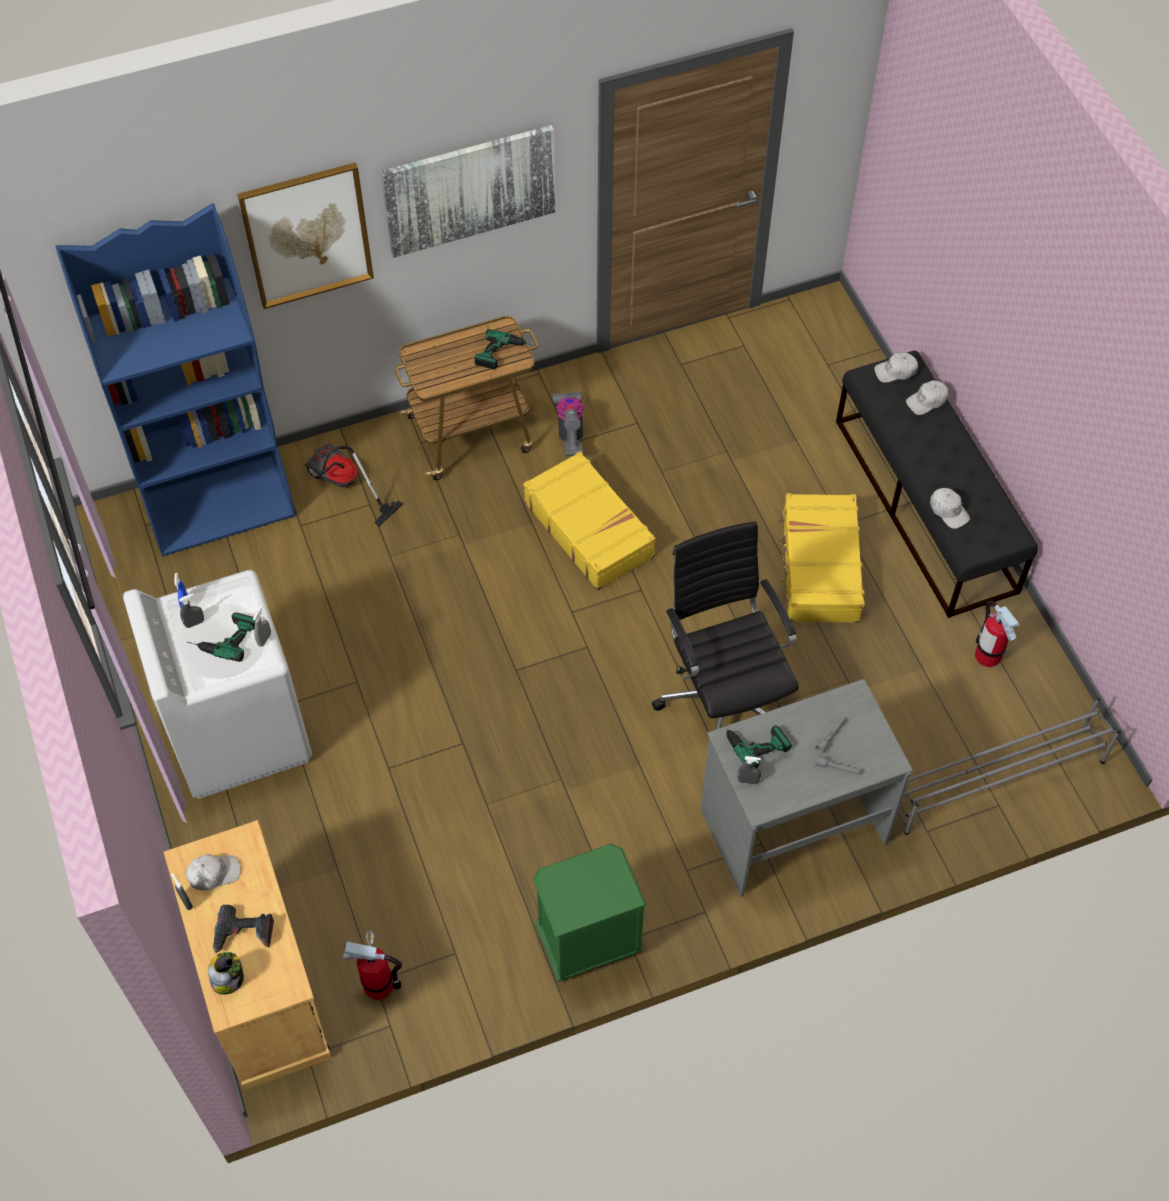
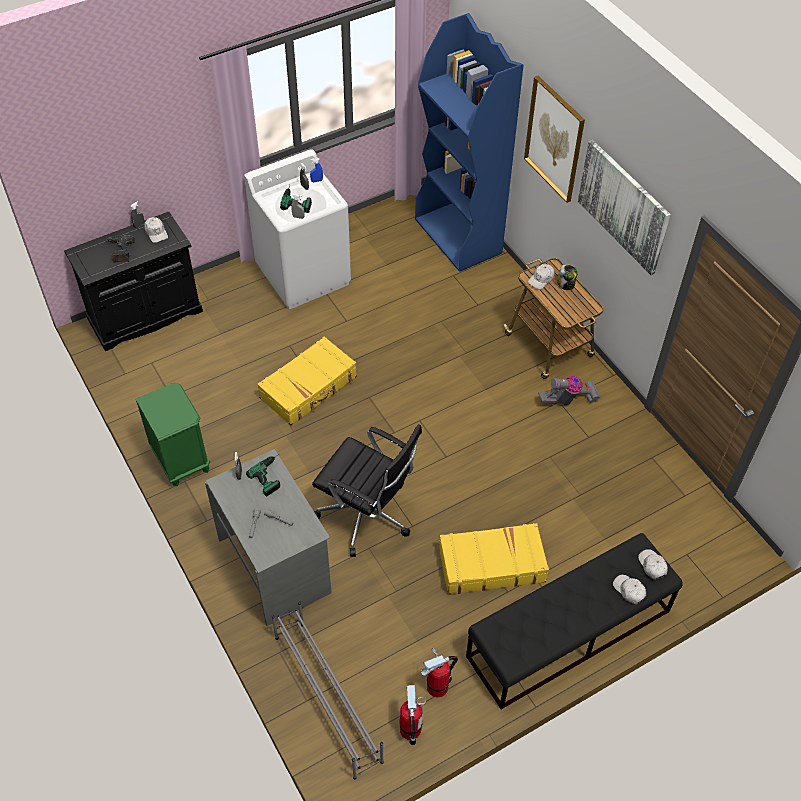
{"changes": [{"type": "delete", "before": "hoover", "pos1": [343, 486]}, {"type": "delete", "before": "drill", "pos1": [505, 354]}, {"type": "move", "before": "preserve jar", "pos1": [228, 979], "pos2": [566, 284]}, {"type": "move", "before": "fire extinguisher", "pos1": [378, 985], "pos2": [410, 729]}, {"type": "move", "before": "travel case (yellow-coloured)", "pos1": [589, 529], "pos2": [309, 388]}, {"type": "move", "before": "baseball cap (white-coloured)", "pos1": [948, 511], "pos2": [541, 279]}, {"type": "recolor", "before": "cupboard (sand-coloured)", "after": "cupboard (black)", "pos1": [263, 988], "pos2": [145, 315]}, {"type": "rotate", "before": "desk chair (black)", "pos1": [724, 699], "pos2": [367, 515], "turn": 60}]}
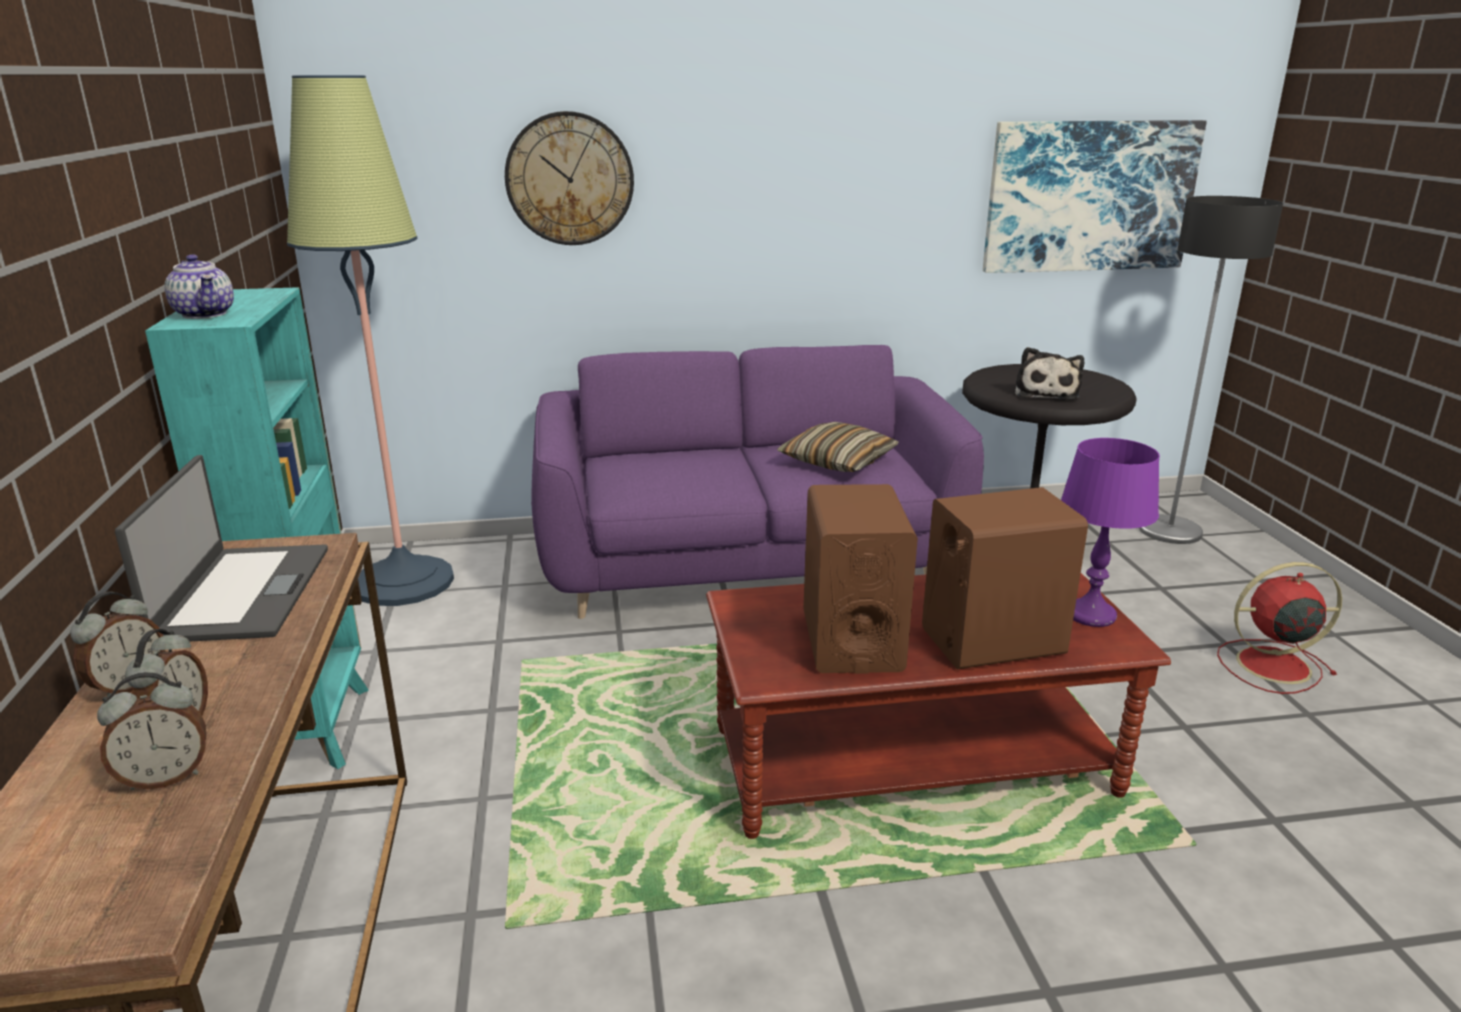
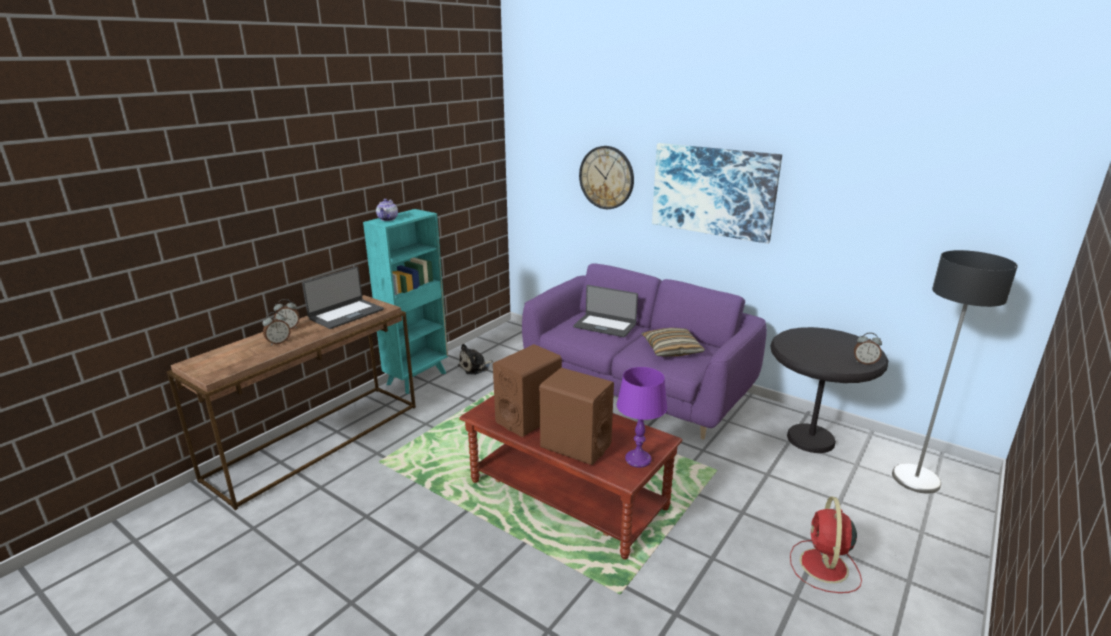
{"changes": [{"type": "delete", "before": "standing lamp", "pos1": [403, 582]}, {"type": "insert", "after": "notebook computer", "pos2": [605, 325]}, {"type": "move", "before": "alarm clock", "pos1": [165, 777], "pos2": [865, 362]}, {"type": "move", "before": "wall art", "pos1": [1090, 196], "pos2": [713, 191]}, {"type": "move", "before": "soft toy", "pos1": [1046, 393], "pos2": [475, 367]}, {"type": "rotate", "before": "fan (red-coloured)", "pos1": [1270, 665], "pos2": [824, 567], "turn": -120}]}
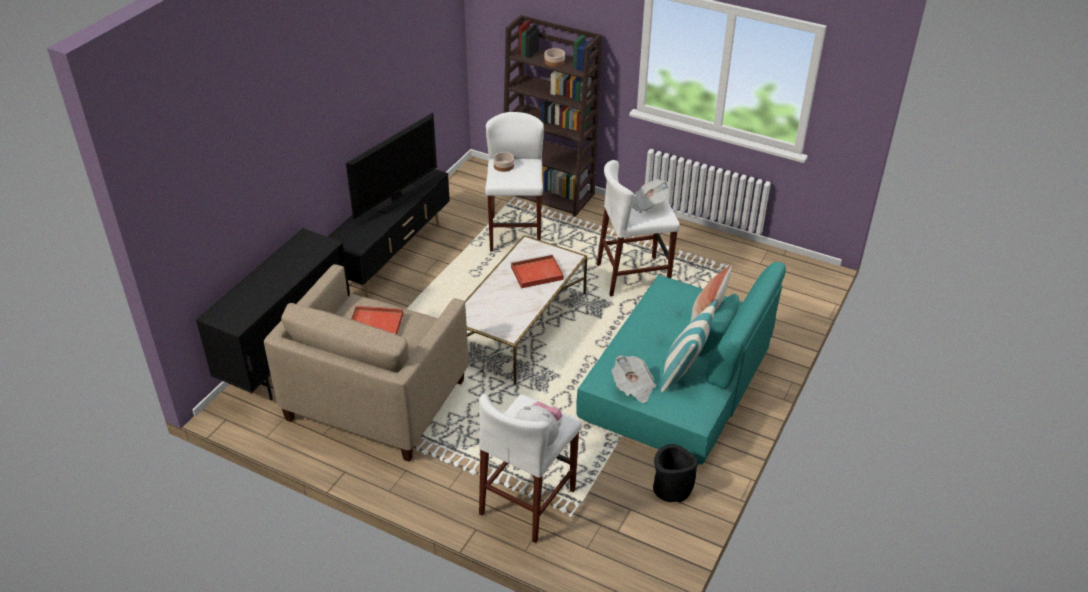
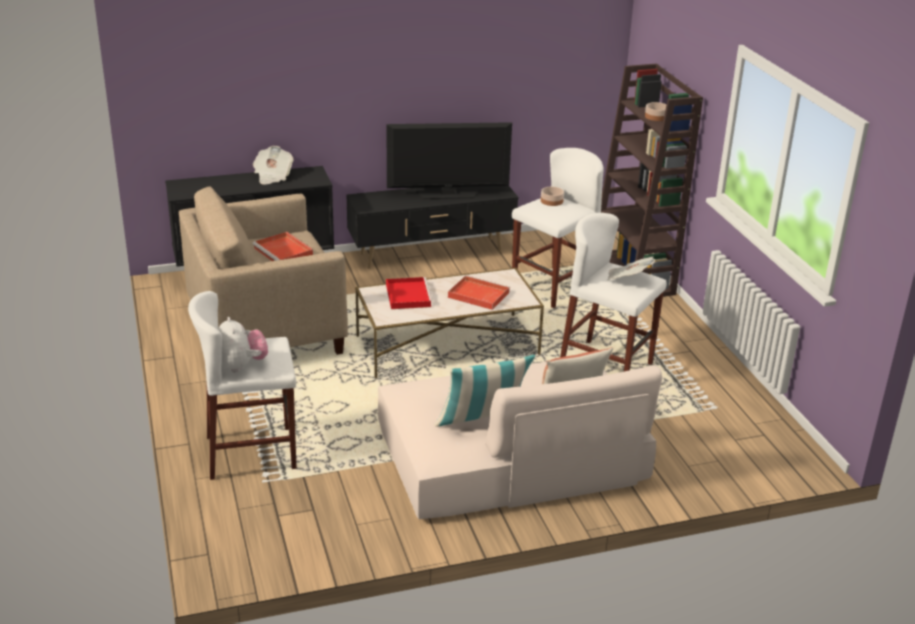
{"changes": [{"type": "delete", "before": "planter (black)", "pos1": [672, 488]}, {"type": "insert", "after": "serving tray (red-coloured)", "pos2": [407, 295]}, {"type": "move", "before": "daily paper", "pos1": [633, 387], "pos2": [272, 176]}, {"type": "recolor", "before": "settee (turquoise-coloured)", "after": "settee (sand-coloured)", "pos1": [677, 381], "pos2": [510, 456]}]}
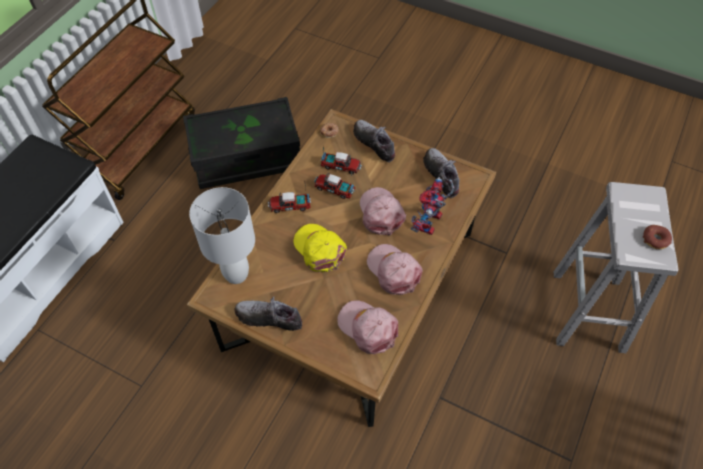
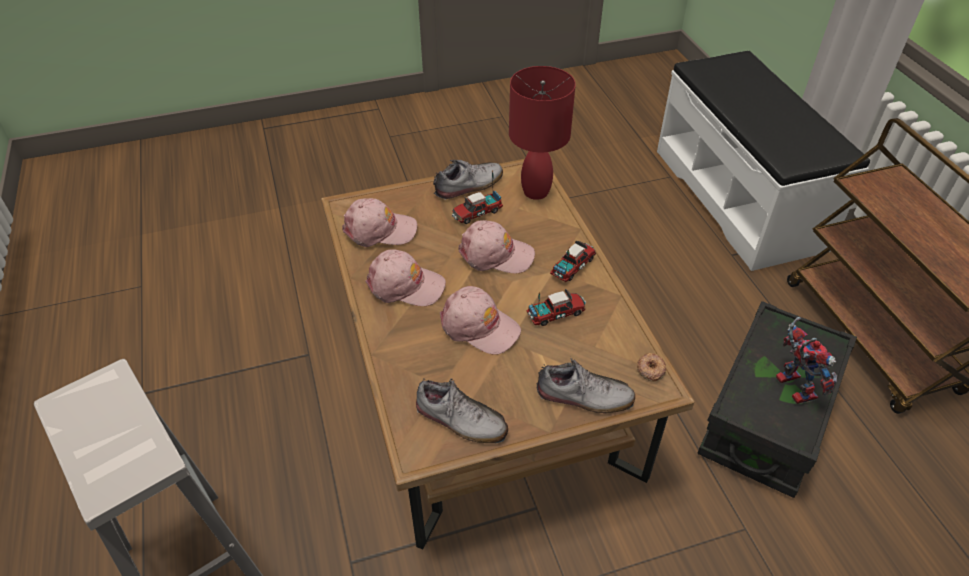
{"changes": [{"type": "delete", "before": "donut", "pos1": [655, 239]}, {"type": "move", "before": "model truck", "pos1": [341, 166], "pos2": [476, 213]}, {"type": "move", "before": "robot figure", "pos1": [430, 225], "pos2": [790, 385]}, {"type": "recolor", "before": "lamp for a table (white-coloured)", "after": "lamp for a table (red-coloured)", "pos1": [237, 274], "pos2": [535, 192]}, {"type": "recolor", "before": "baseball cap (yellow-coloured)", "after": "baseball cap (pink-coloured)", "pos1": [319, 249], "pos2": [495, 254]}]}
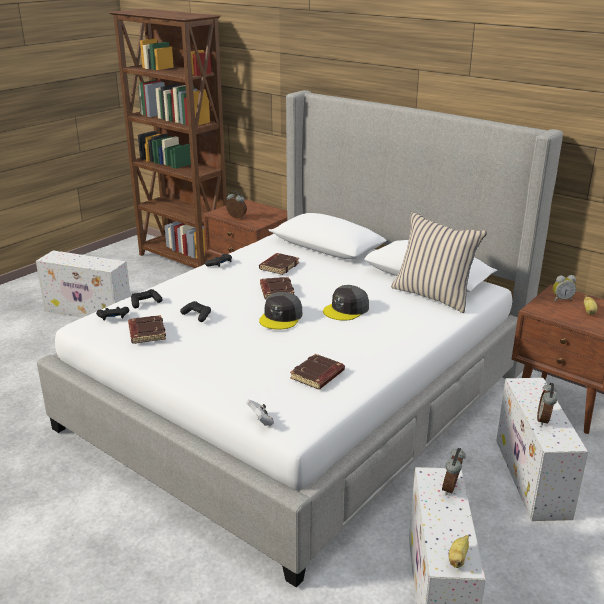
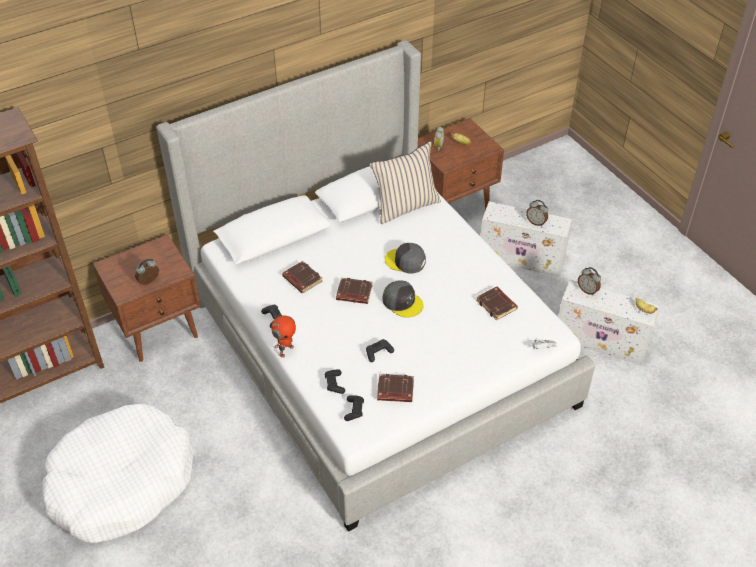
{"changes": [{"type": "insert", "after": "robot figure", "pos2": [285, 350]}, {"type": "replace", "before": "storage container (white-coloured)", "after": "pet bed (white-coloured)", "pos1": [89, 311], "pos2": [121, 483]}, {"type": "rotate", "before": "baseball cap (greyish)", "pos1": [346, 309], "pos2": [405, 261], "turn": 135}]}
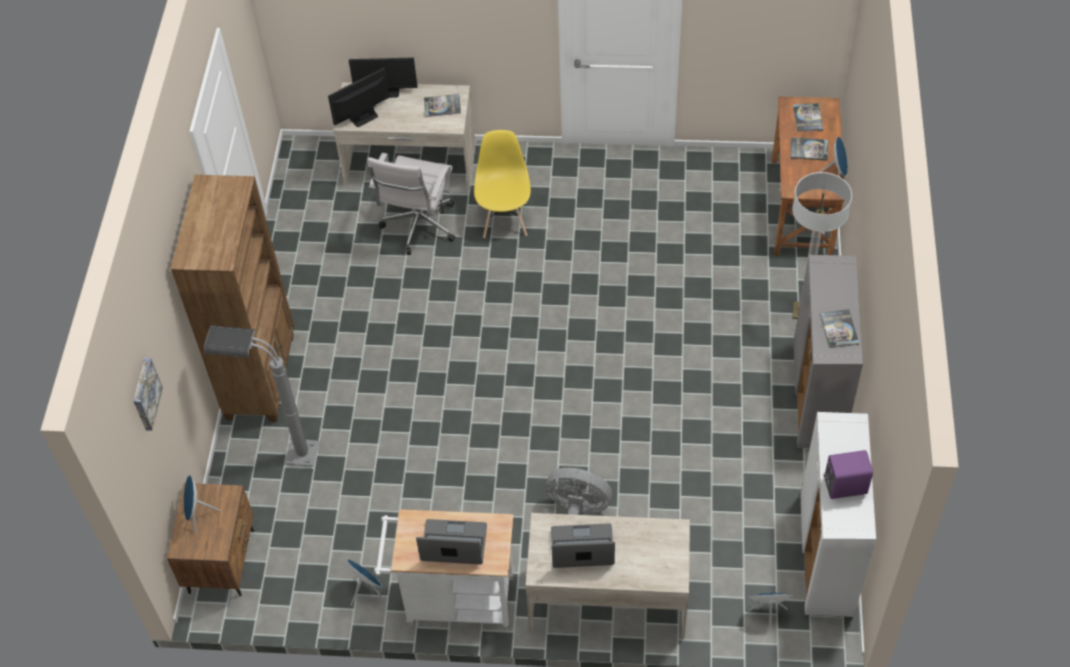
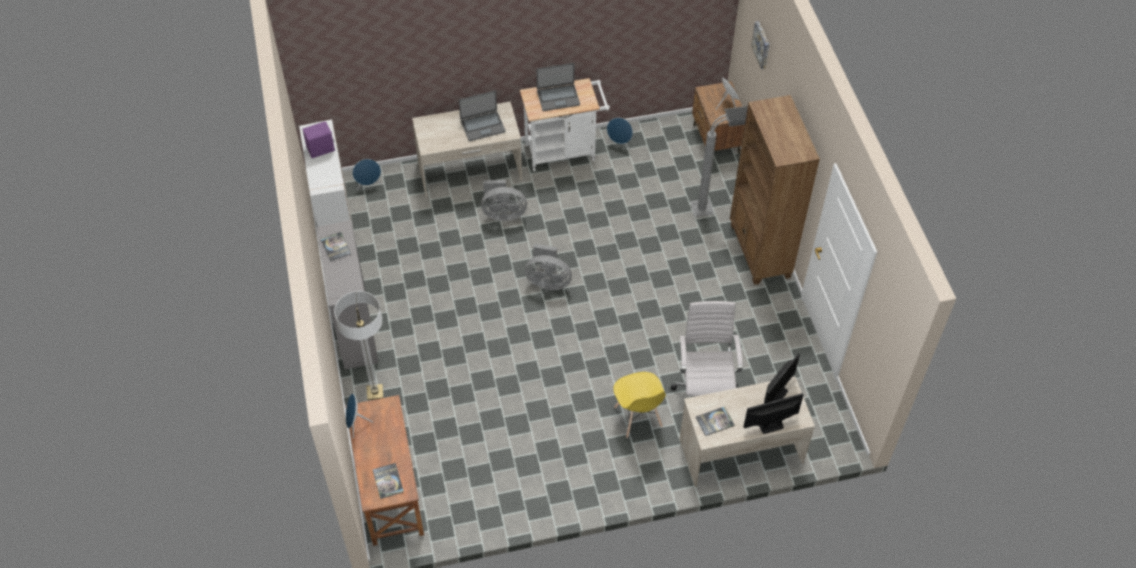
{"changes": [{"type": "delete", "before": "volume", "pos1": [809, 149]}, {"type": "insert", "after": "fan (greyish)", "pos2": [548, 281]}]}
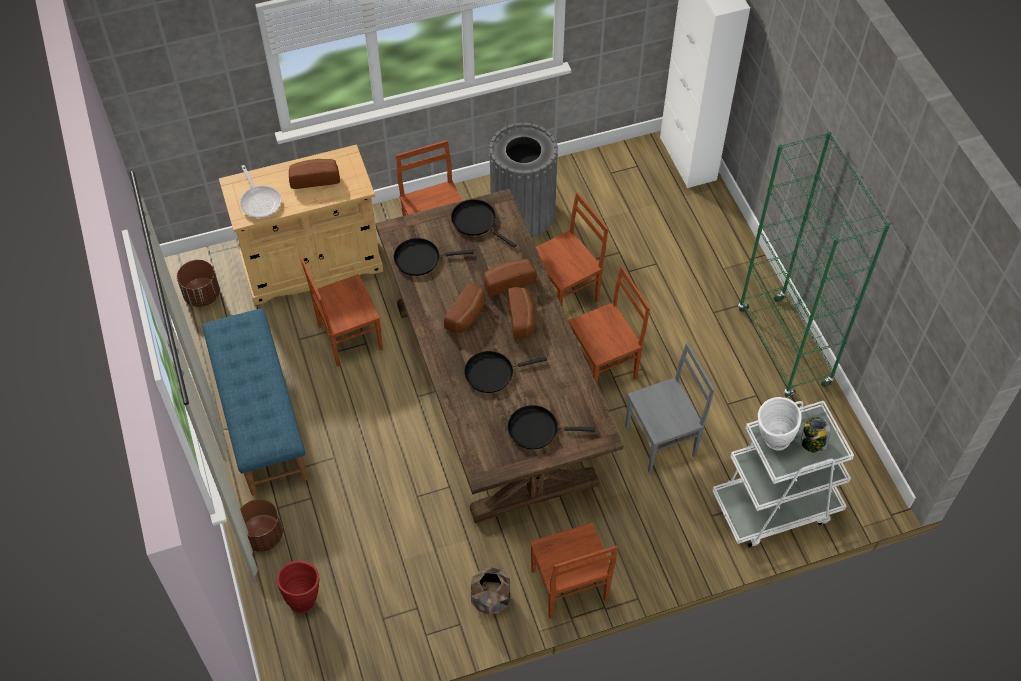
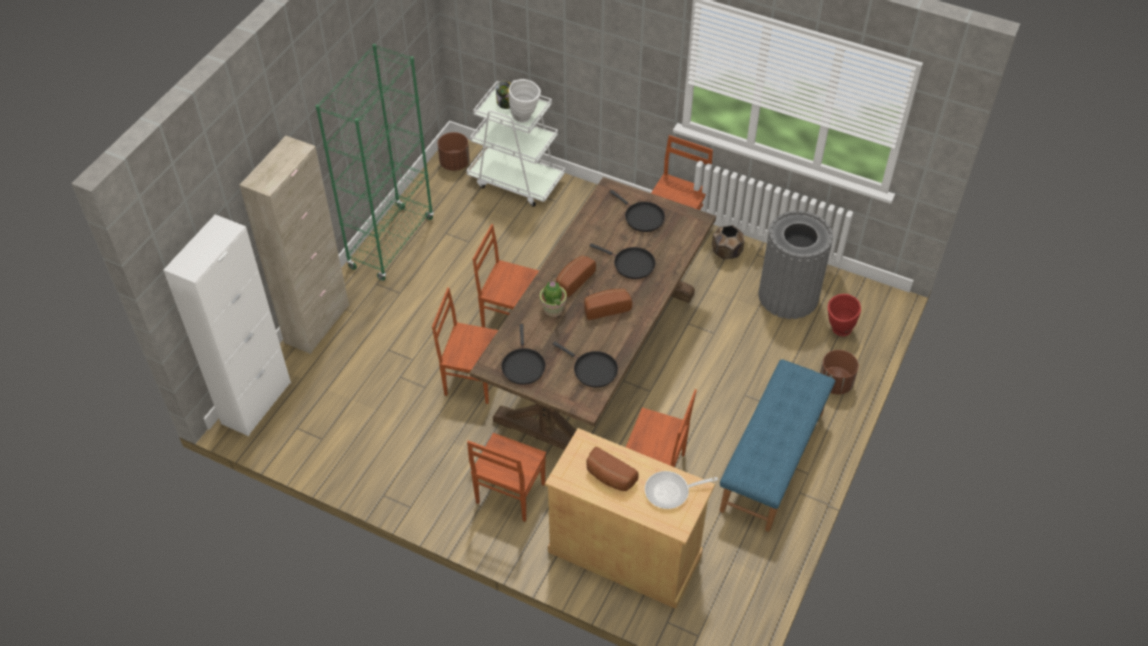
{"changes": [{"type": "delete", "before": "upright chair (greyish)", "pos1": [661, 441]}, {"type": "insert", "after": "cupboard (sand-coloured)", "pos2": [317, 324]}, {"type": "move", "before": "planter (brown-coloured)", "pos1": [202, 295], "pos2": [454, 163]}, {"type": "move", "before": "waste bin (greyish)", "pos1": [522, 214], "pos2": [788, 296]}, {"type": "replace", "before": "bakery bread", "after": "potted plant", "pos1": [508, 281], "pos2": [553, 309]}, {"type": "rotate", "before": "frying pan", "pos1": [260, 201], "pos2": [671, 492], "turn": -120}]}
